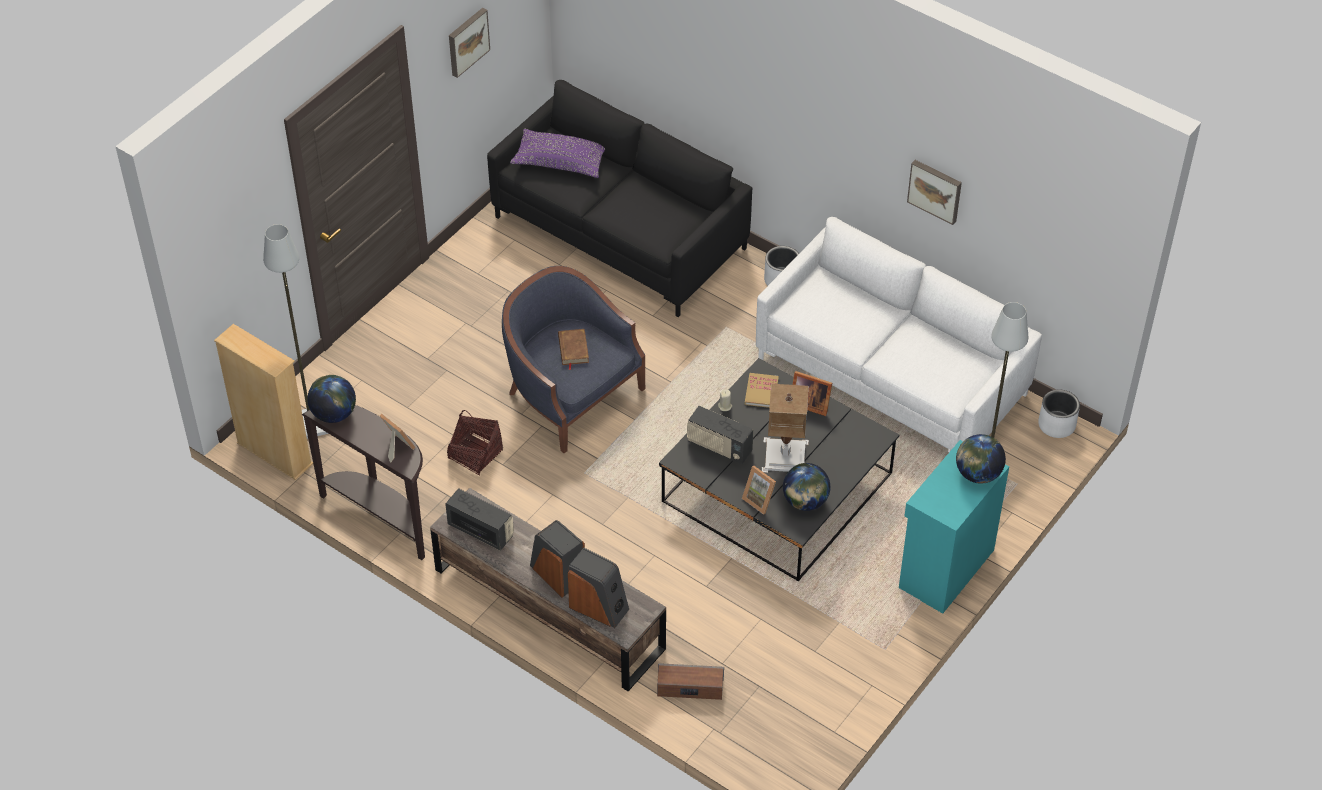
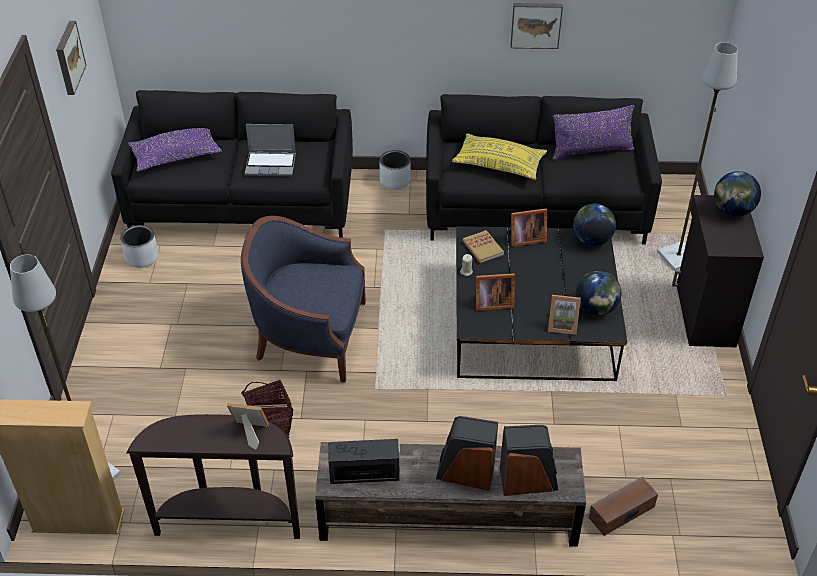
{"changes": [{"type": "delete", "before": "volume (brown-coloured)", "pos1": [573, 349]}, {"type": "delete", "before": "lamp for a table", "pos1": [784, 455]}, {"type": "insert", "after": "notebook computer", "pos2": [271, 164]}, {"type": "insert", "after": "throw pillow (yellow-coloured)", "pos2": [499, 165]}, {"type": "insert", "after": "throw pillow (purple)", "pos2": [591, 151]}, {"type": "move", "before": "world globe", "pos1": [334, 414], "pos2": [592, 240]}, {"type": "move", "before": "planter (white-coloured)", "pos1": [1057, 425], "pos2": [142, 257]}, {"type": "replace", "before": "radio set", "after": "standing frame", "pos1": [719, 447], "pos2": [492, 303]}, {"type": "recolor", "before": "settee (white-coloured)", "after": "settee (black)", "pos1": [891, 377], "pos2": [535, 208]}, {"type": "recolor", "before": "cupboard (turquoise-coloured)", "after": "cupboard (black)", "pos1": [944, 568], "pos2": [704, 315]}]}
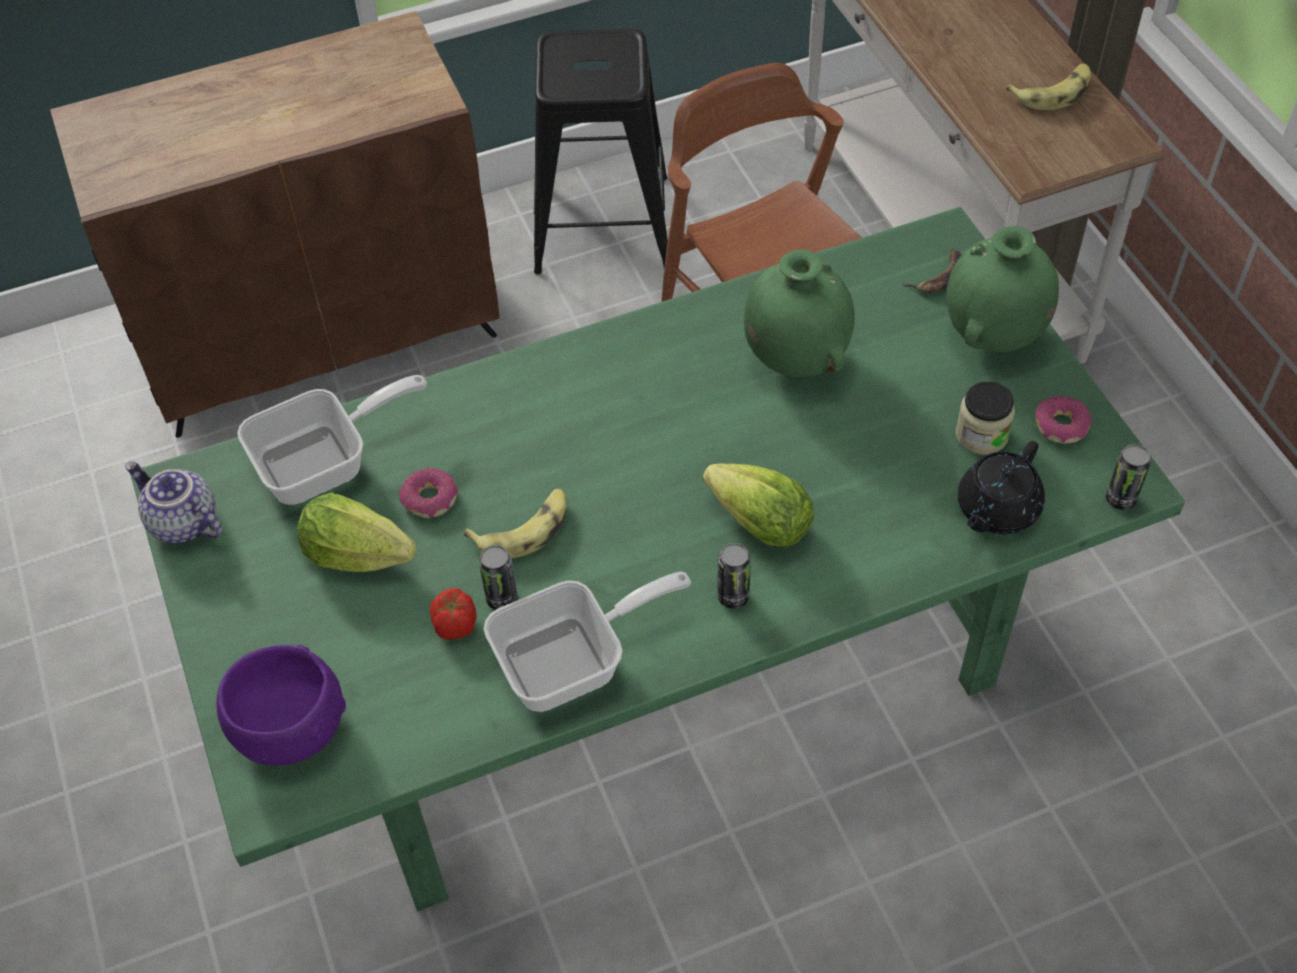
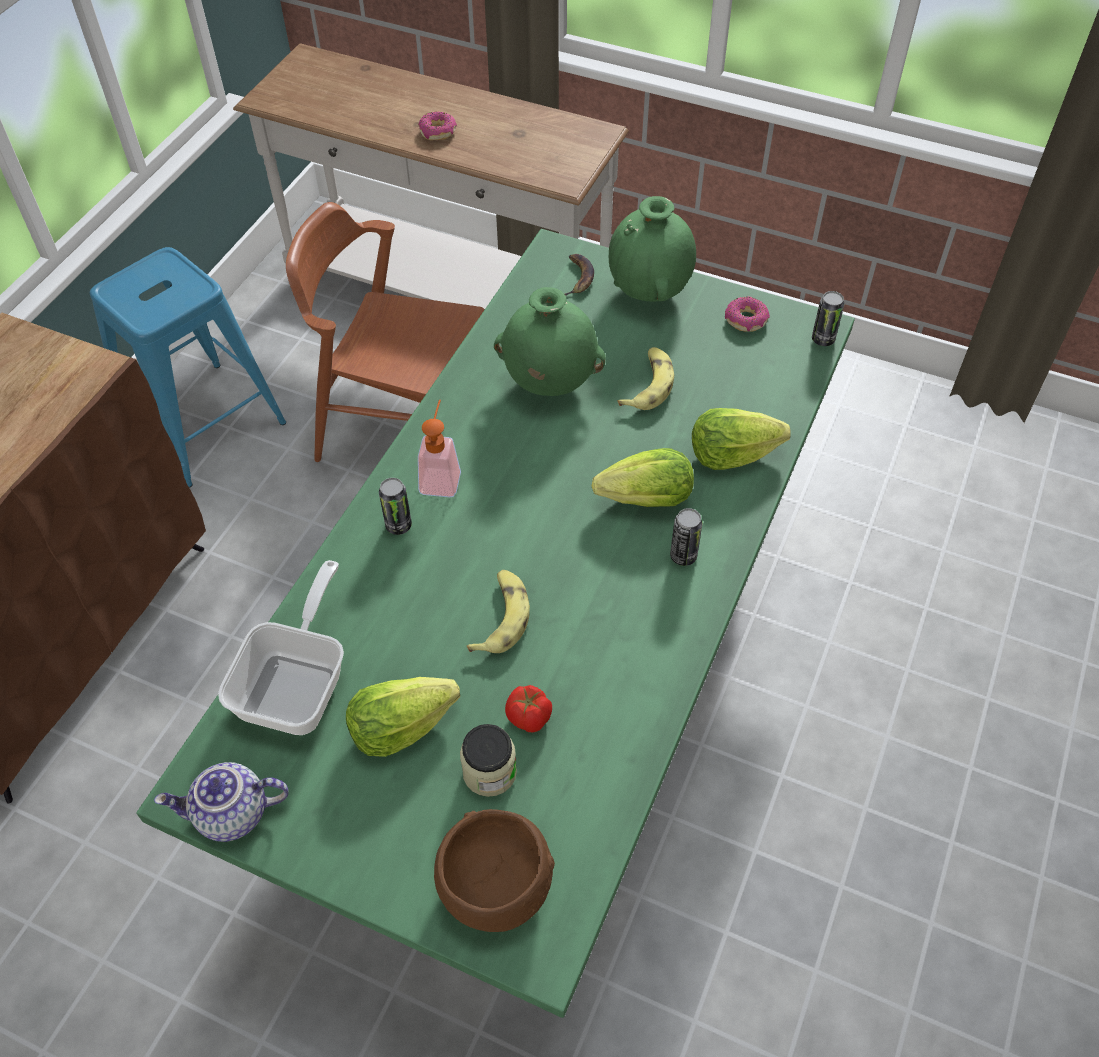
{"changes": [{"type": "delete", "before": "frying pan", "pos1": [574, 661]}, {"type": "delete", "before": "pot for tea (black)", "pos1": [996, 509]}, {"type": "insert", "after": "soap bottle", "pos2": [441, 476]}, {"type": "insert", "after": "lettuce", "pos2": [731, 455]}, {"type": "move", "before": "donut", "pos1": [430, 499], "pos2": [438, 132]}, {"type": "move", "before": "metal can", "pos1": [501, 598], "pos2": [398, 525]}, {"type": "move", "before": "preserve jar", "pos1": [981, 435], "pos2": [489, 772]}, {"type": "move", "before": "whole banana", "pos1": [1053, 93], "pos2": [648, 385]}, {"type": "recolor", "before": "deep dish (purple)", "after": "deep dish (brown-coloured)", "pos1": [289, 726], "pos2": [493, 886]}, {"type": "recolor", "before": "stool seat (black)", "after": "stool seat (blue-coloured)", "pos1": [603, 223], "pos2": [204, 422]}]}
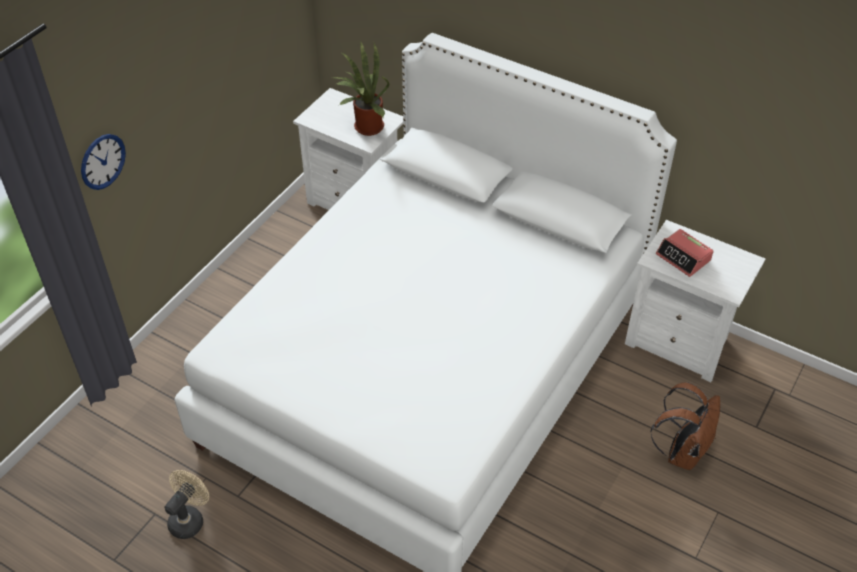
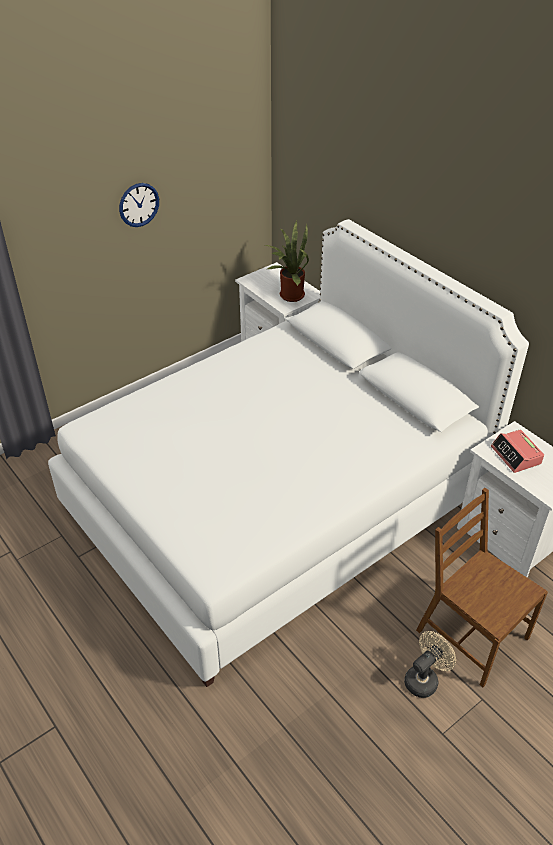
{"changes": [{"type": "move", "before": "clock on the wall", "pos1": [102, 161], "pos2": [139, 205]}, {"type": "move", "before": "fan (sand-coloured)", "pos1": [189, 519], "pos2": [424, 679]}, {"type": "replace", "before": "knapsack (brown-coloured)", "after": "upright chair (brown-coloured)", "pos1": [682, 451], "pos2": [470, 634]}]}
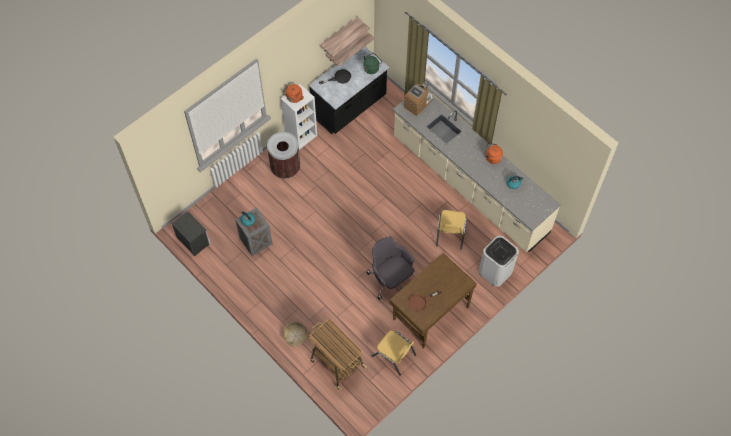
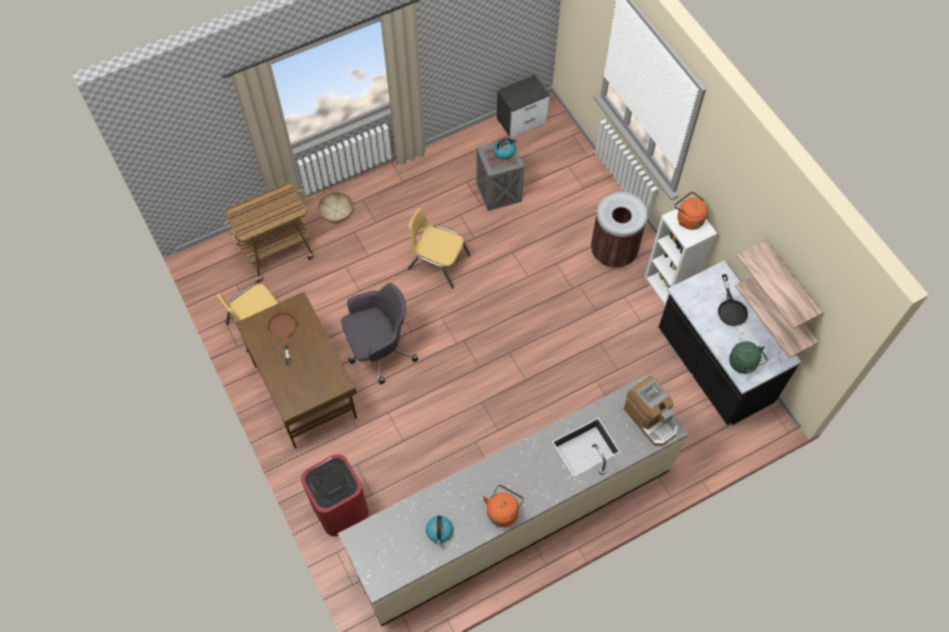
{"changes": [{"type": "move", "before": "upright chair (yellow-coloured)", "pos1": [450, 233], "pos2": [438, 262]}, {"type": "recolor", "before": "waste bin (white-coloured)", "after": "waste bin (red-coloured)", "pos1": [495, 271], "pos2": [339, 508]}]}
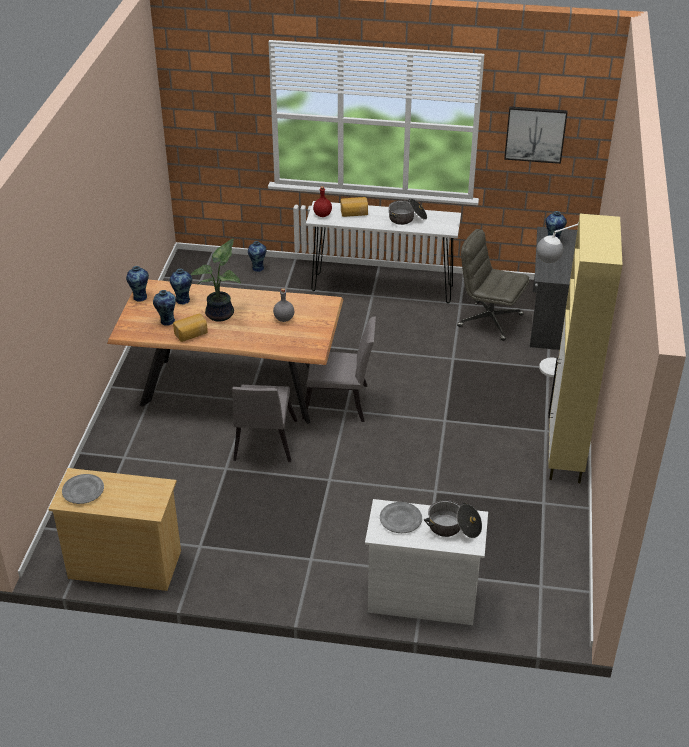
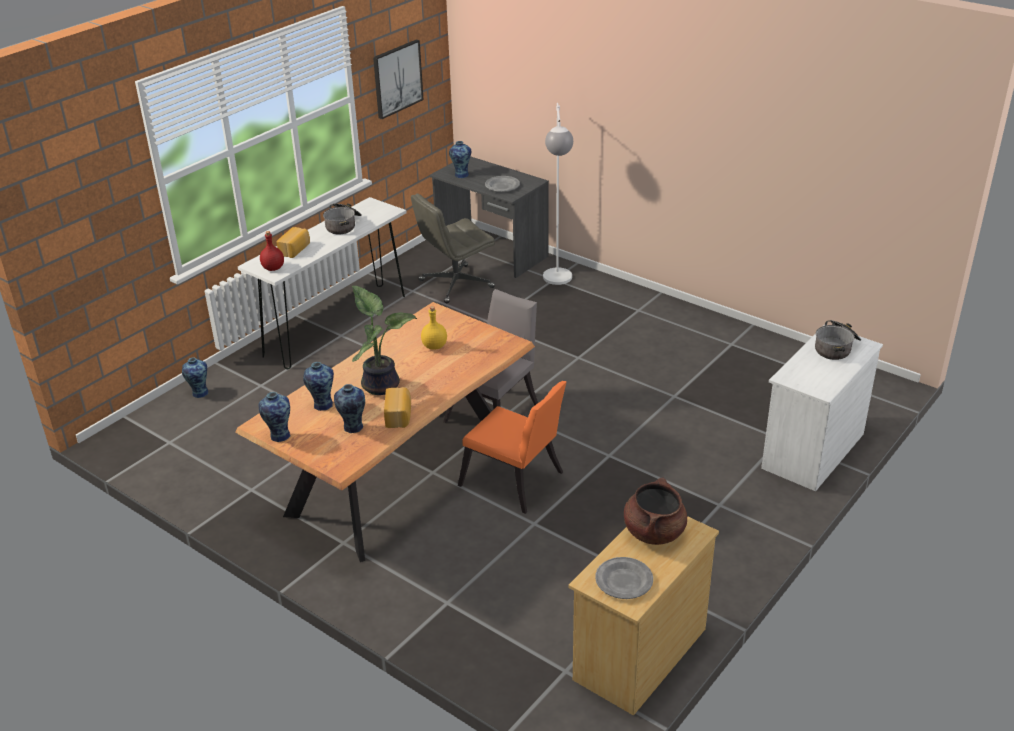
{"changes": [{"type": "delete", "before": "cupboard (sand-coloured)", "pos1": [564, 457]}, {"type": "insert", "after": "cooking pot (brown-coloured)", "pos2": [654, 532]}, {"type": "move", "before": "plate (greyish)", "pos1": [401, 519], "pos2": [502, 186]}, {"type": "recolor", "before": "upright chair (greyish)", "after": "upright chair (orange-coloured)", "pos1": [263, 443], "pos2": [515, 483]}, {"type": "recolor", "before": "beverage bottle (greyish)", "after": "beverage bottle (yellow-coloured)", "pos1": [284, 319], "pos2": [435, 346]}]}
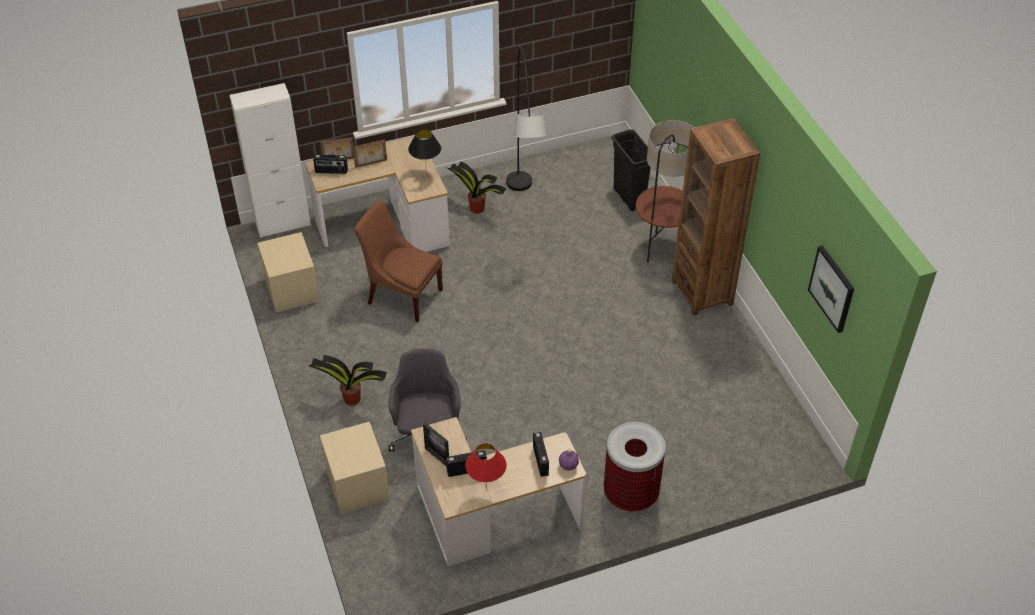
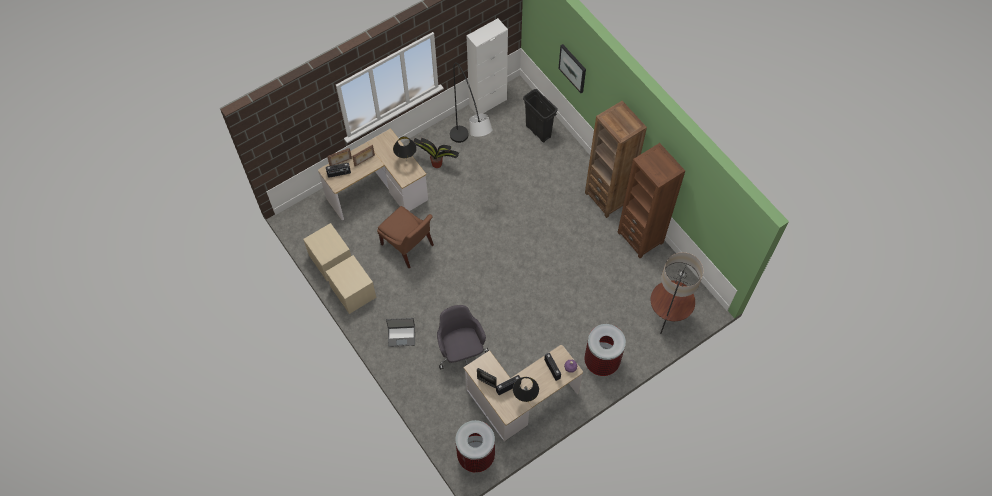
{"changes": [{"type": "insert", "after": "waste bin", "pos2": [475, 456]}, {"type": "insert", "after": "bookcase (brown-coloured)", "pos2": [640, 237]}, {"type": "move", "before": "cupboard (white-coloured)", "pos1": [283, 224], "pos2": [488, 102]}, {"type": "move", "before": "bedside table (sand-coloured)", "pos1": [356, 484], "pos2": [352, 292]}, {"type": "move", "before": "standing lamp", "pos1": [660, 249], "pos2": [666, 319]}, {"type": "move", "before": "wall art", "pos1": [832, 288], "pos2": [573, 68]}, {"type": "replace", "before": "potted plant", "after": "notebook computer", "pos1": [351, 398], "pos2": [401, 336]}, {"type": "recolor", "before": "lamp for a table (red-coloured)", "after": "lamp for a table (black)", "pos1": [486, 490], "pos2": [525, 398]}, {"type": "rotate", "before": "upright chair (brown-coloured)", "pos1": [402, 294], "pos2": [408, 246], "turn": -150}]}
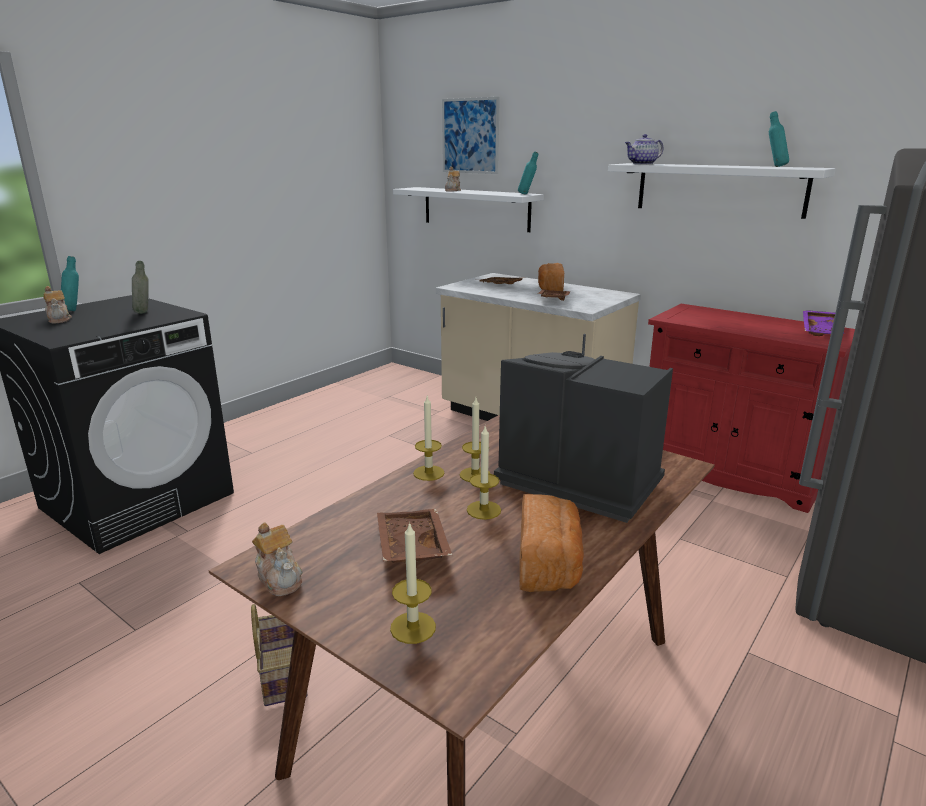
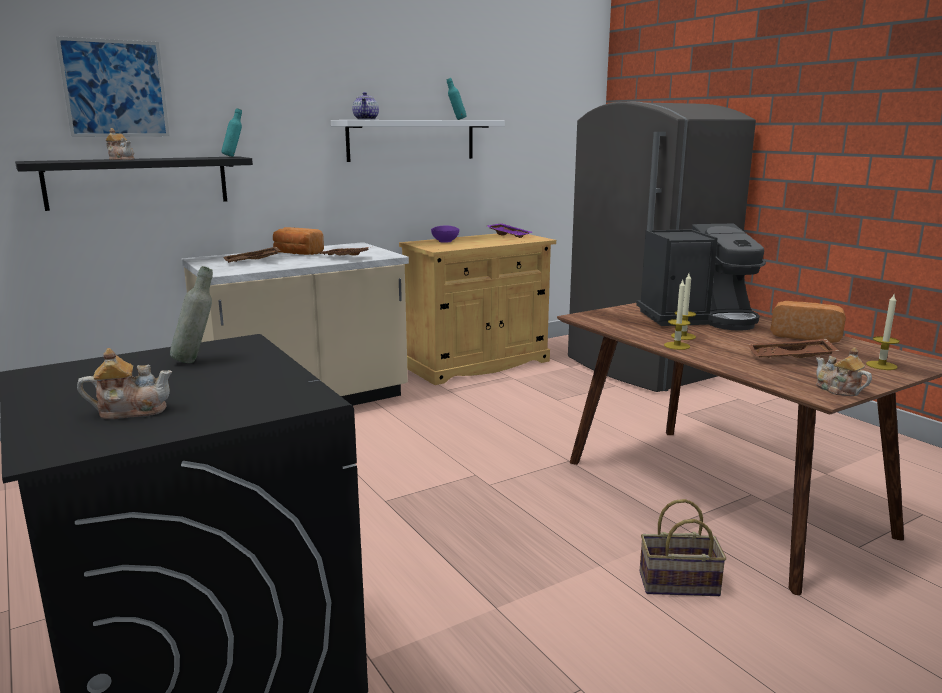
{"changes": [{"type": "delete", "before": "beverage bottle (turquoise-coloured)", "pos1": [74, 310]}, {"type": "delete", "before": "wax light", "pos1": [484, 510]}, {"type": "insert", "after": "deep dish (purple)", "pos2": [445, 241]}, {"type": "recolor", "before": "shelf (white-coloured)", "after": "shelf (black)", "pos1": [475, 208], "pos2": [138, 182]}, {"type": "recolor", "before": "cupboard (red-coloured)", "after": "cupboard (sand-coloured)", "pos1": [728, 471], "pos2": [477, 364]}, {"type": "rotate", "before": "pot for tea", "pos1": [280, 578], "pos2": [838, 390], "turn": -105}, {"type": "rotate", "before": "coffee maker", "pos1": [576, 481], "pos2": [698, 319], "turn": -150}]}
